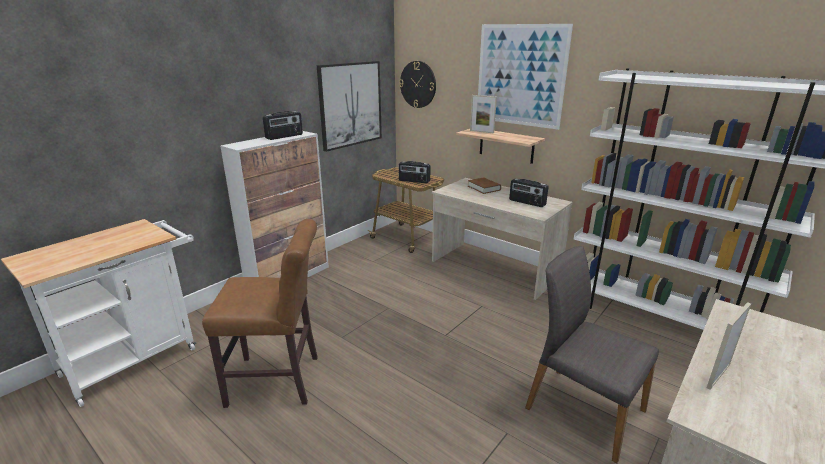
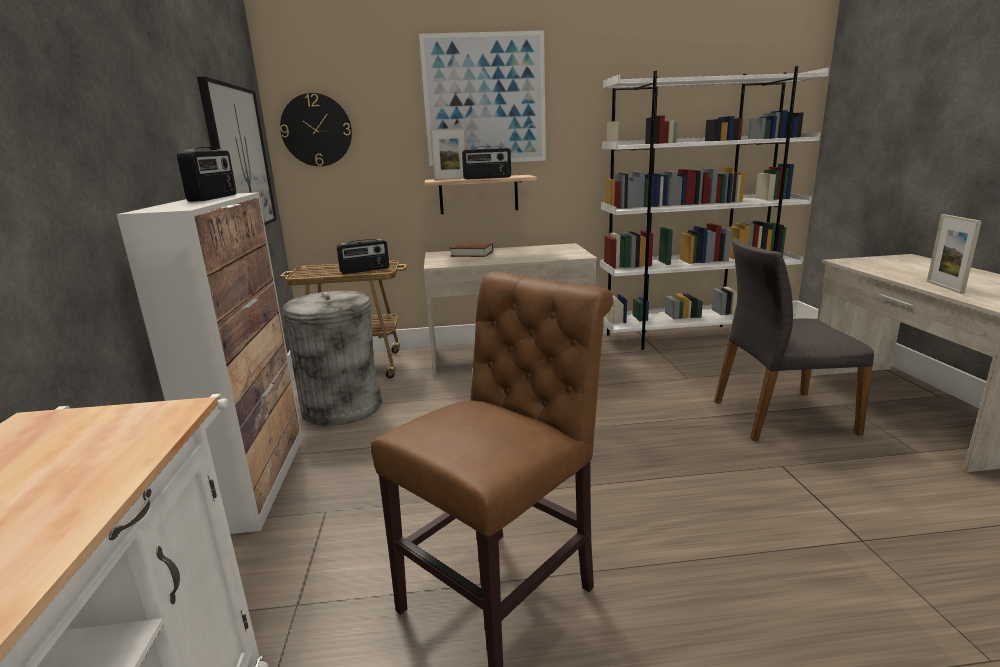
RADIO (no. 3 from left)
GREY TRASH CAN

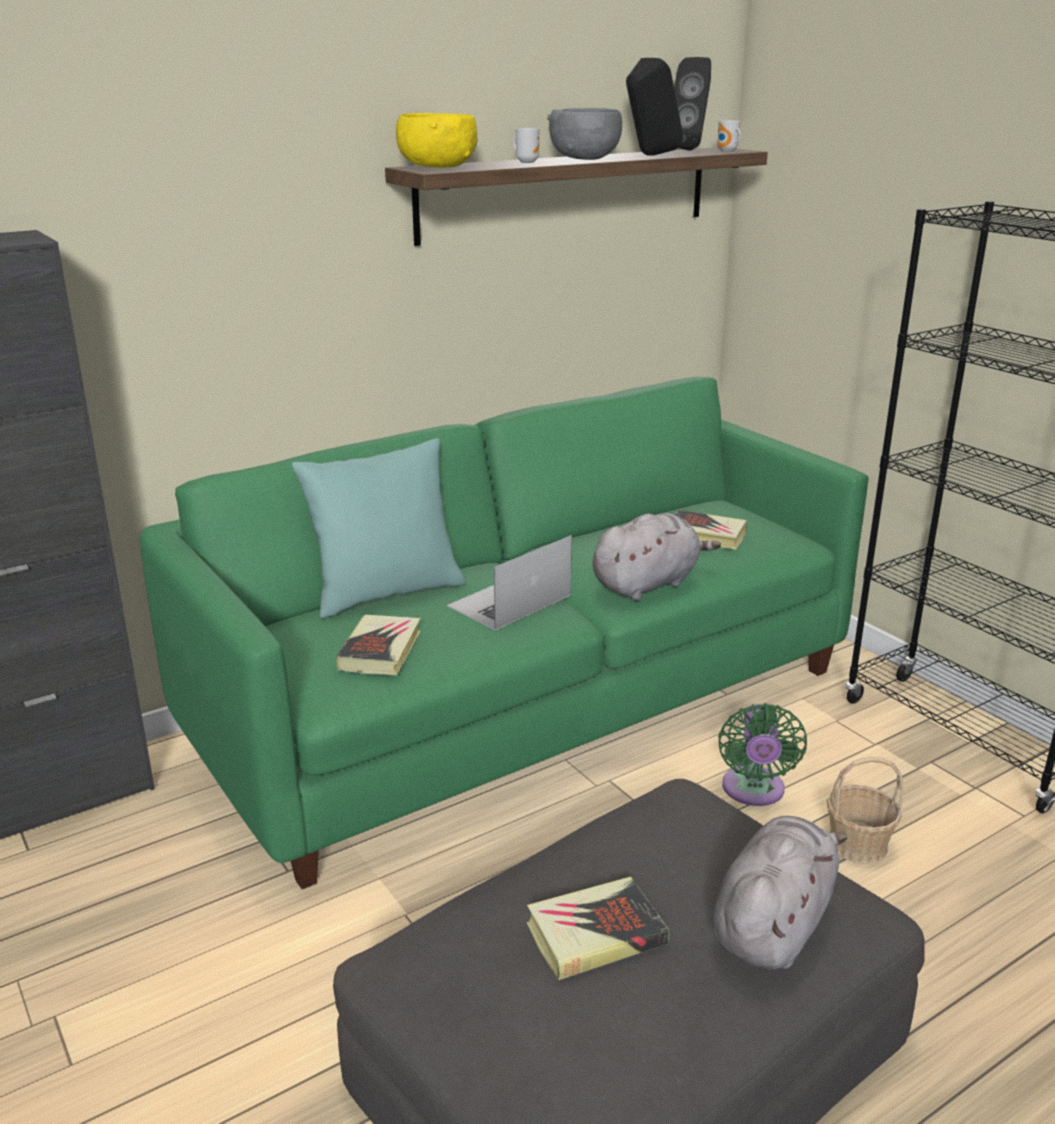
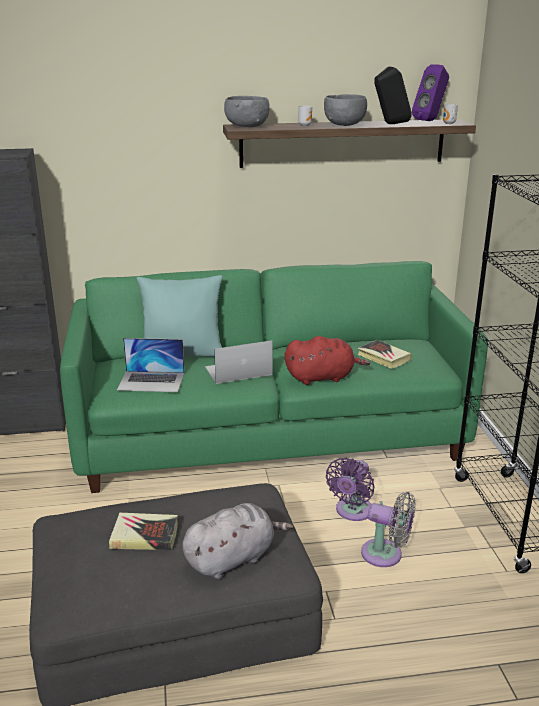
LAPTOP (no. 1 from left)
GREY BOWL (no. 1 from left)
RED PLUSH TOY
PURPLE SPEAKER
PURPLE FAN
GREY FAN

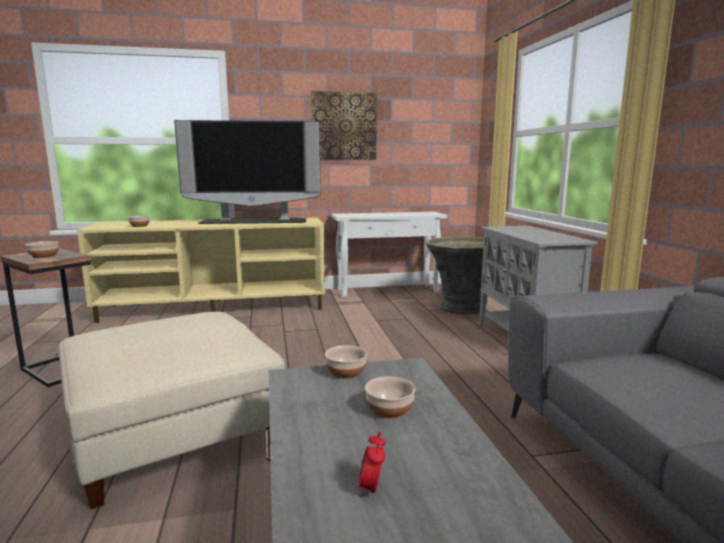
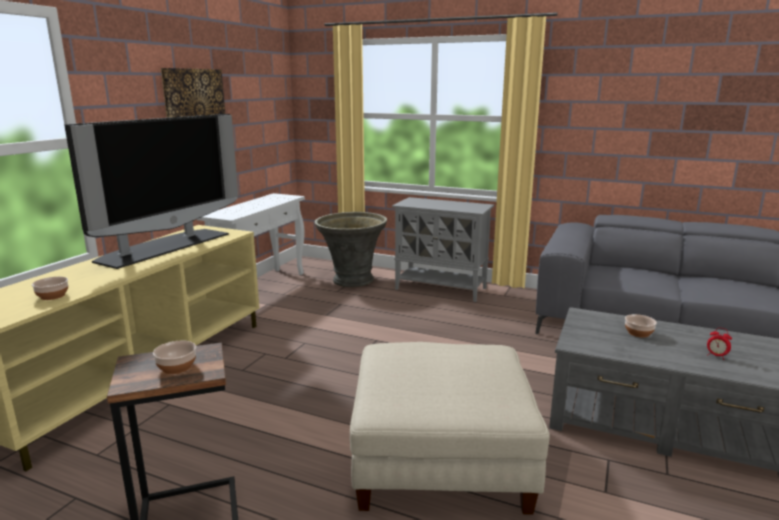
BOWL (no. 3 from left in the first image)

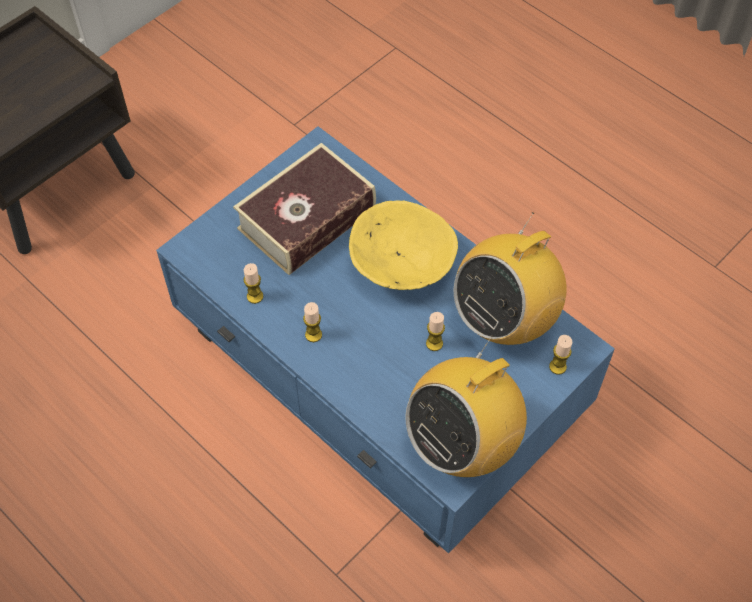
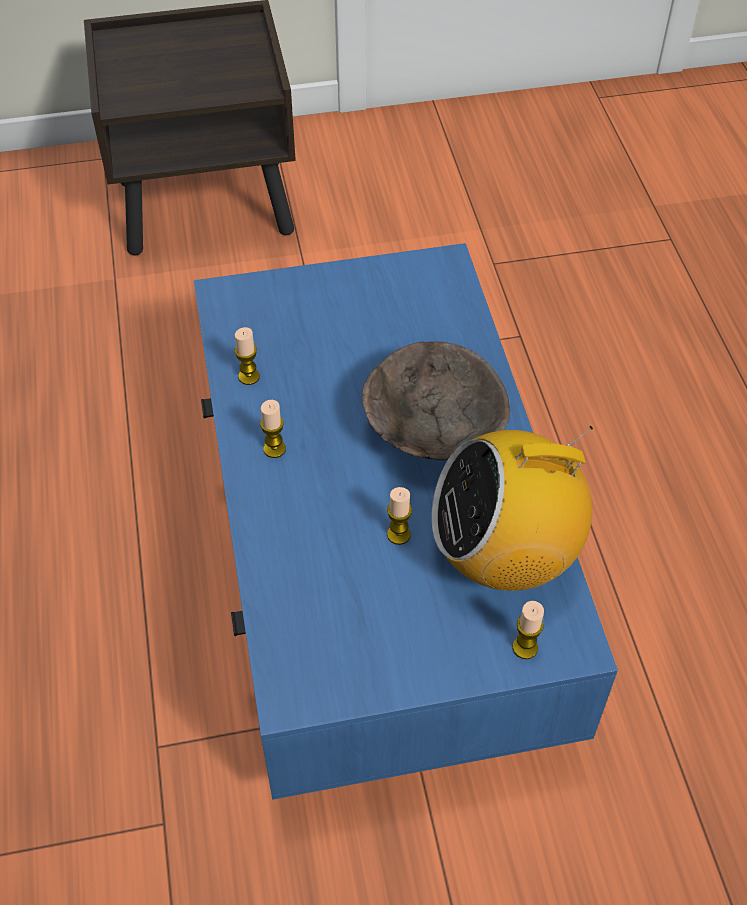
BOOK
BROWN BOWL
RADIO (no. 1 from left in the first image)

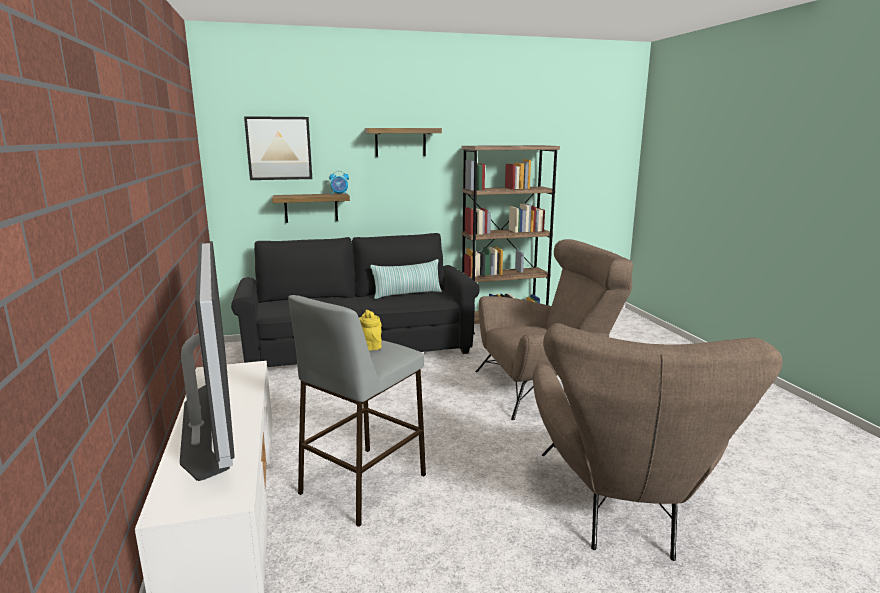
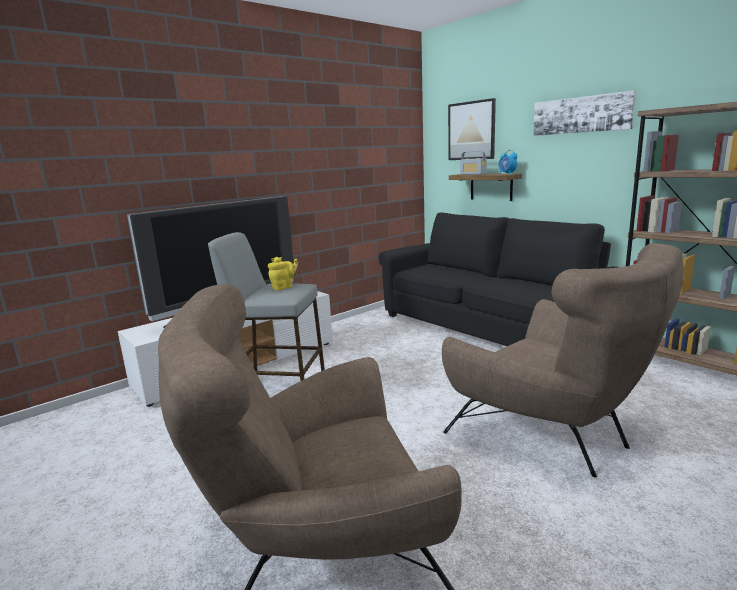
PICTURE (no. 2 from left)
PILLOW
RADIO

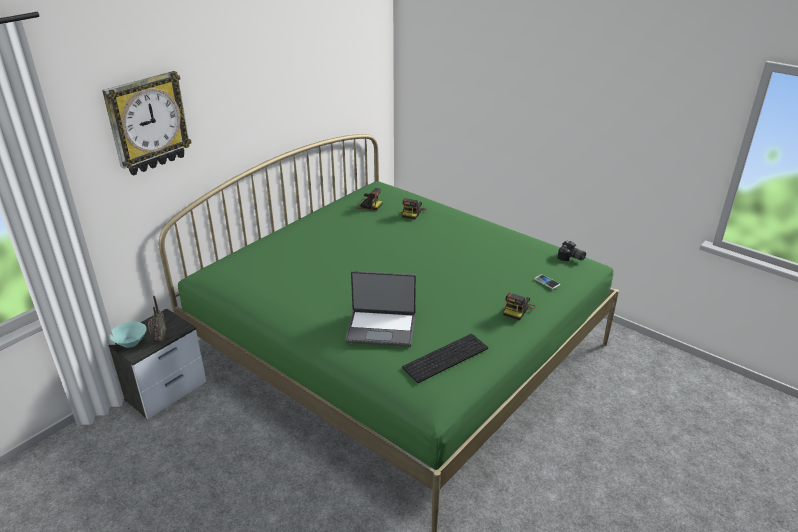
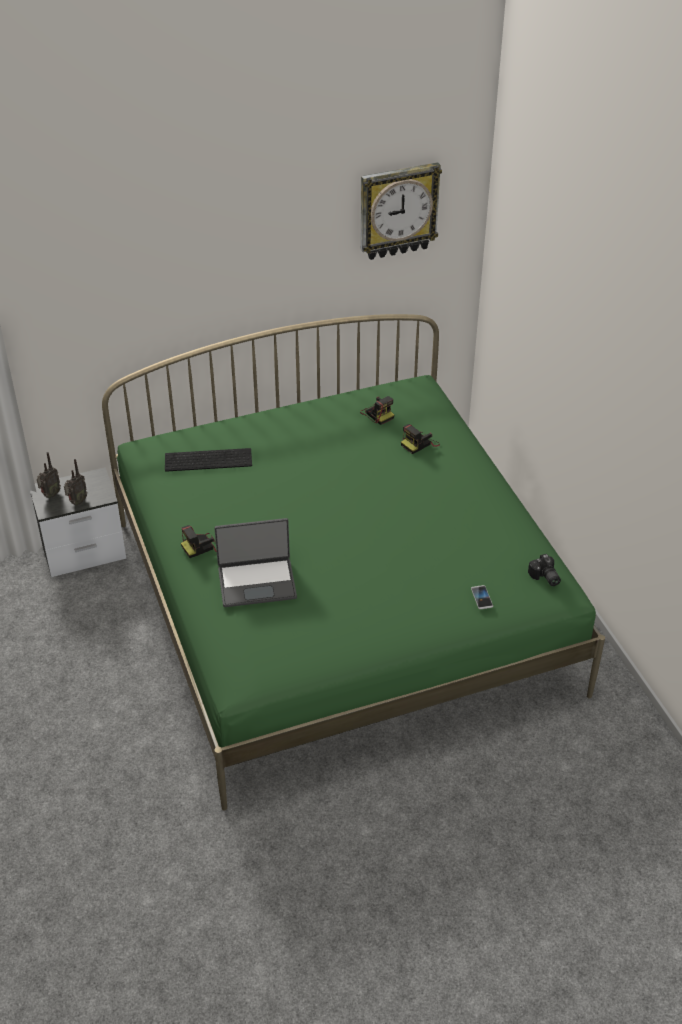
WALL CLOCK
RADIO (no. 1 from left)
LAPTOP
KEYBOARD
PHOTO CAMERA (no. 1 from left)

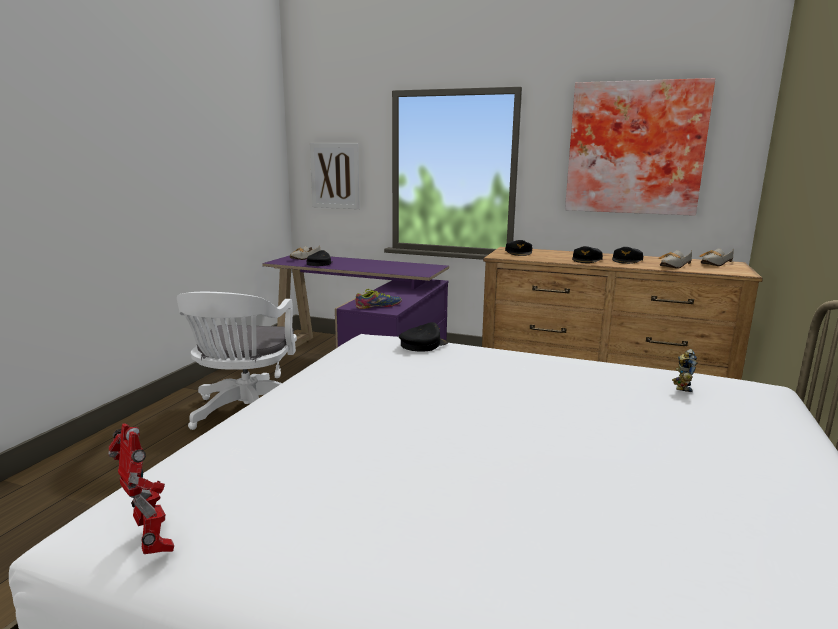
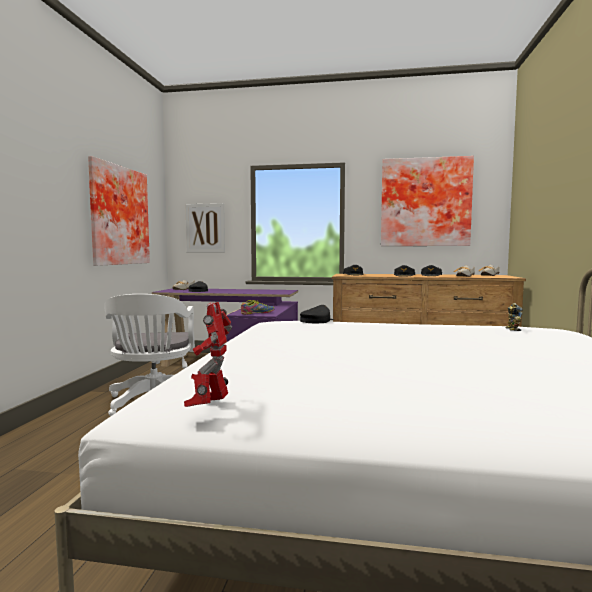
TOY ROBOT (no. 1 from left)
PICTURE (no. 1 from left)

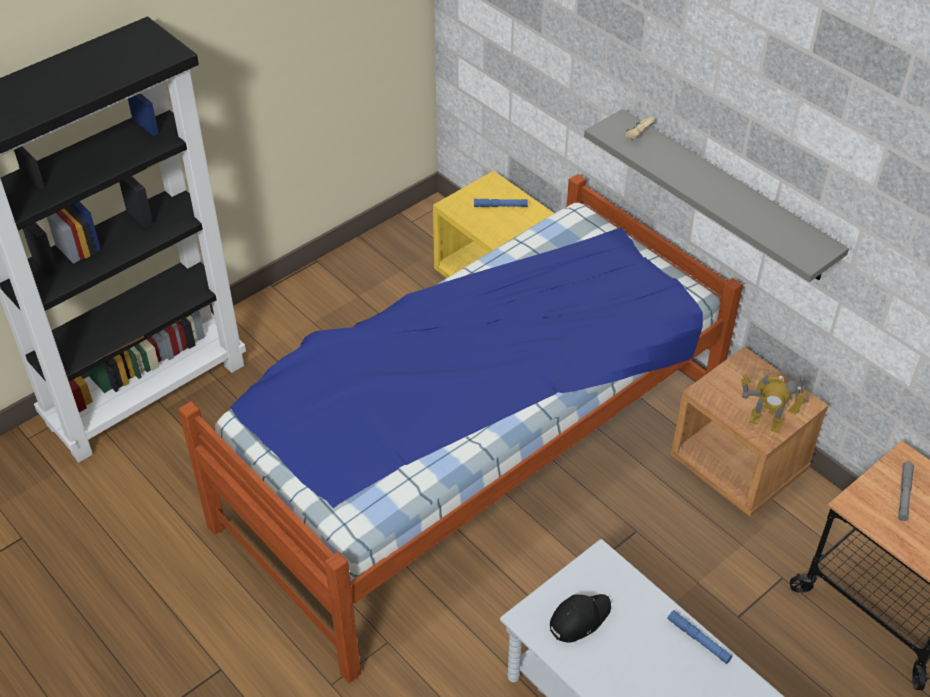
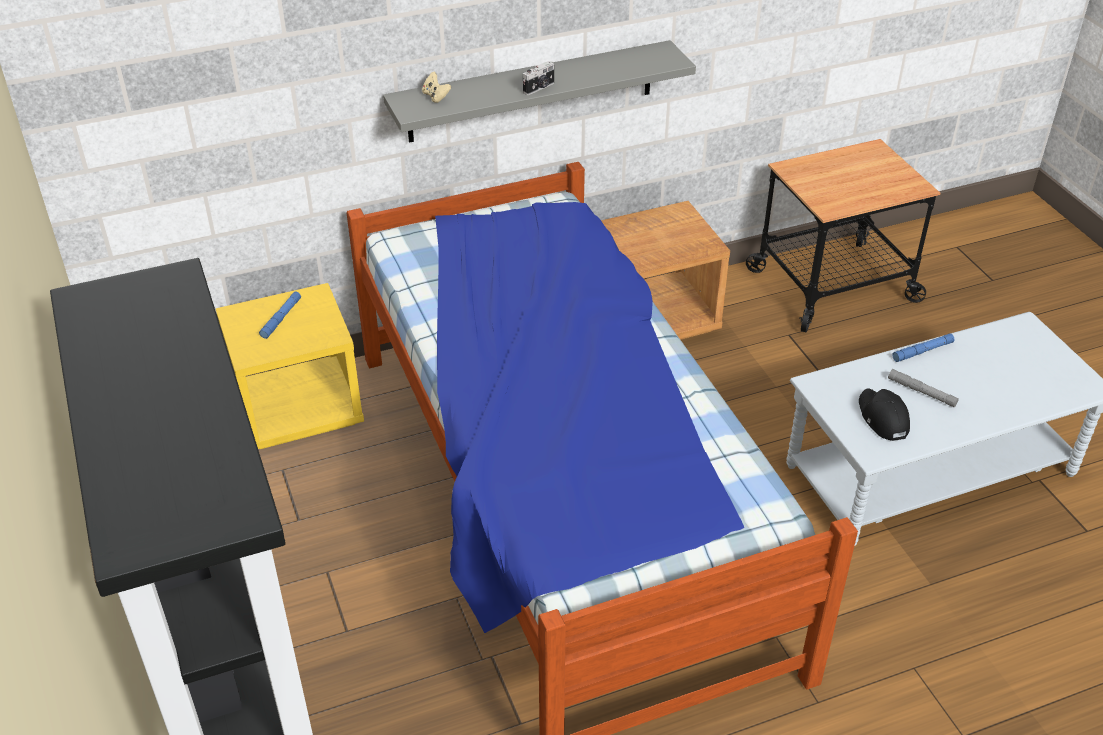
TOY ROBOT
GREY FLASHLIGHT
PHOTO CAMERA

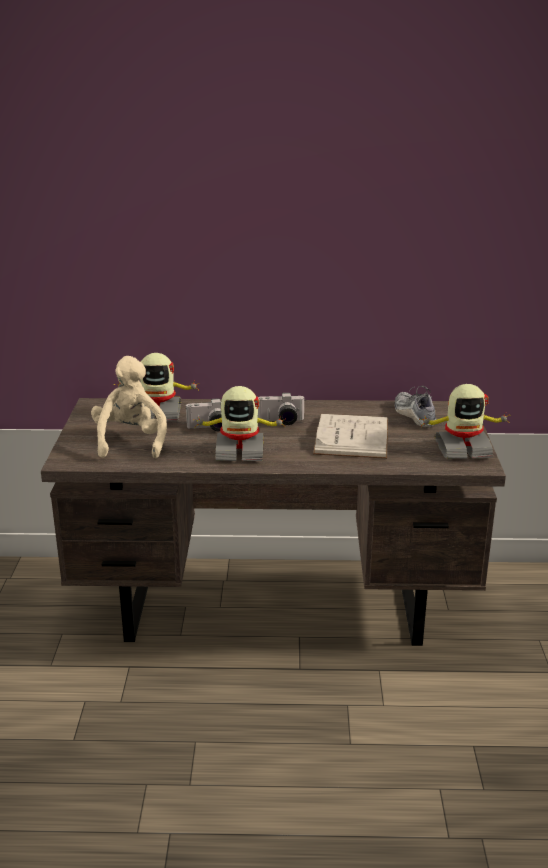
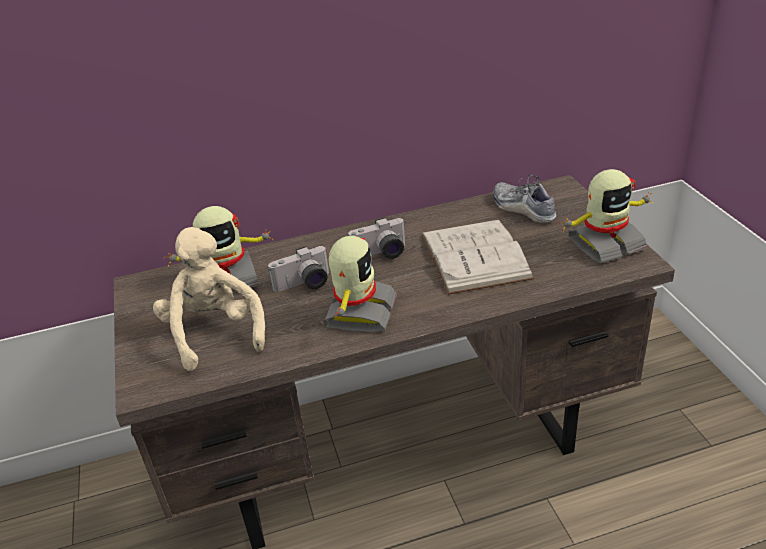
TOY ROBOT (no. 2 from left)

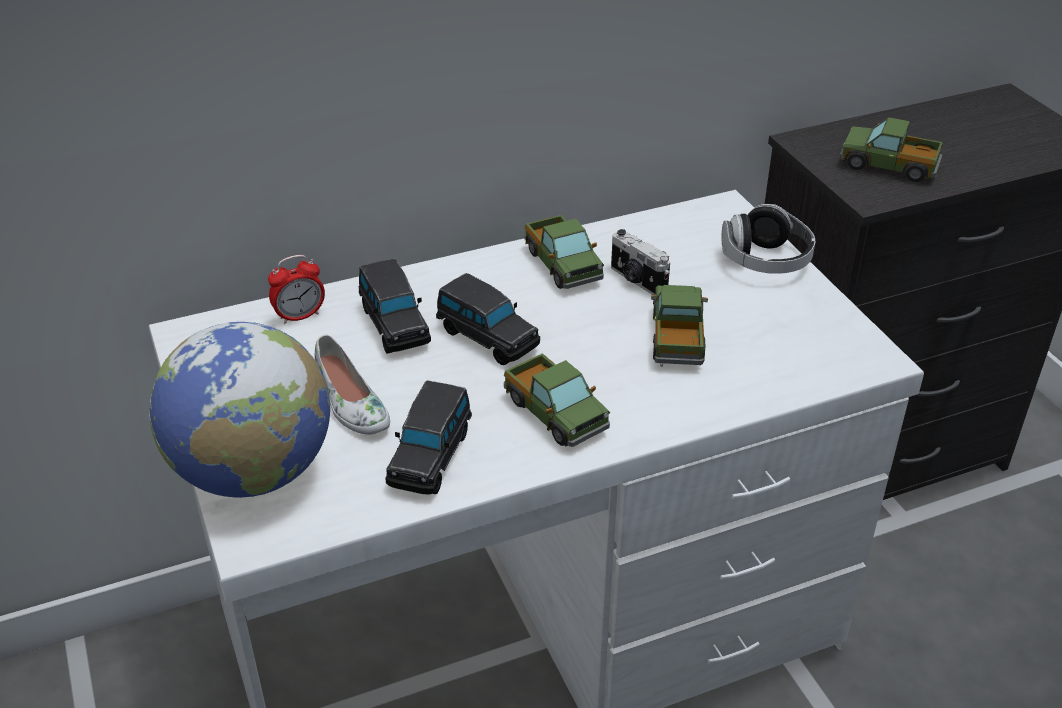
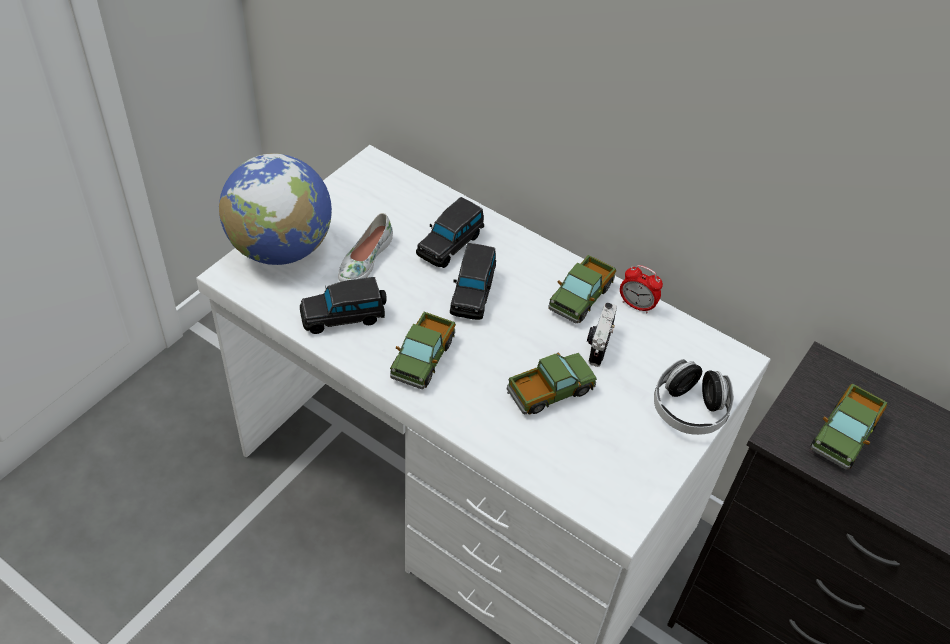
ALARM CLOCK
TOY TRUCK (no. 4 from left)

